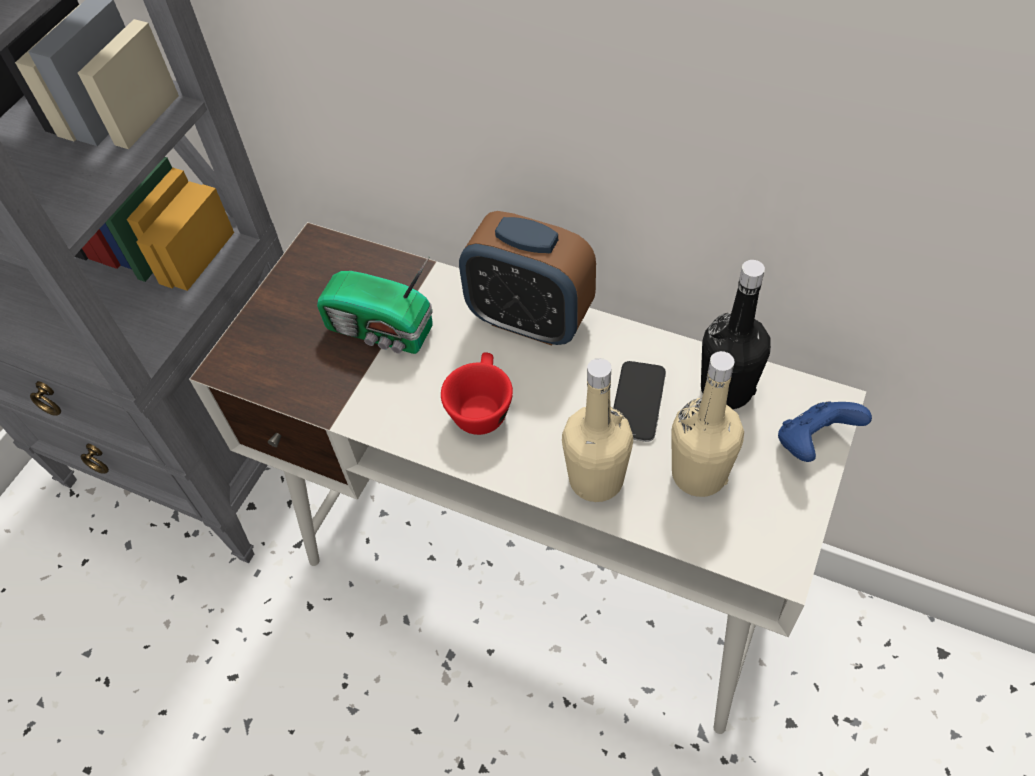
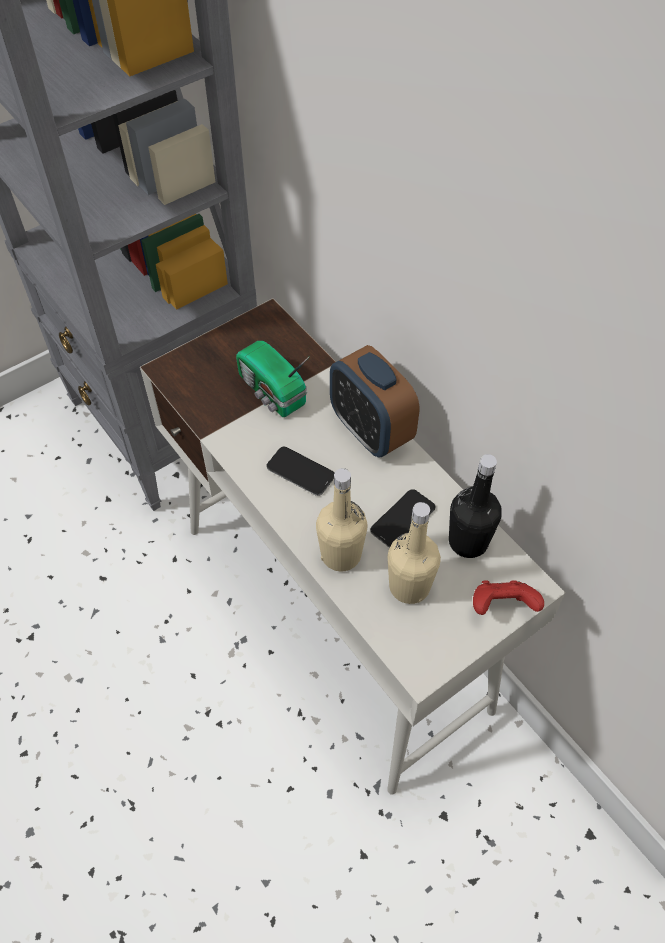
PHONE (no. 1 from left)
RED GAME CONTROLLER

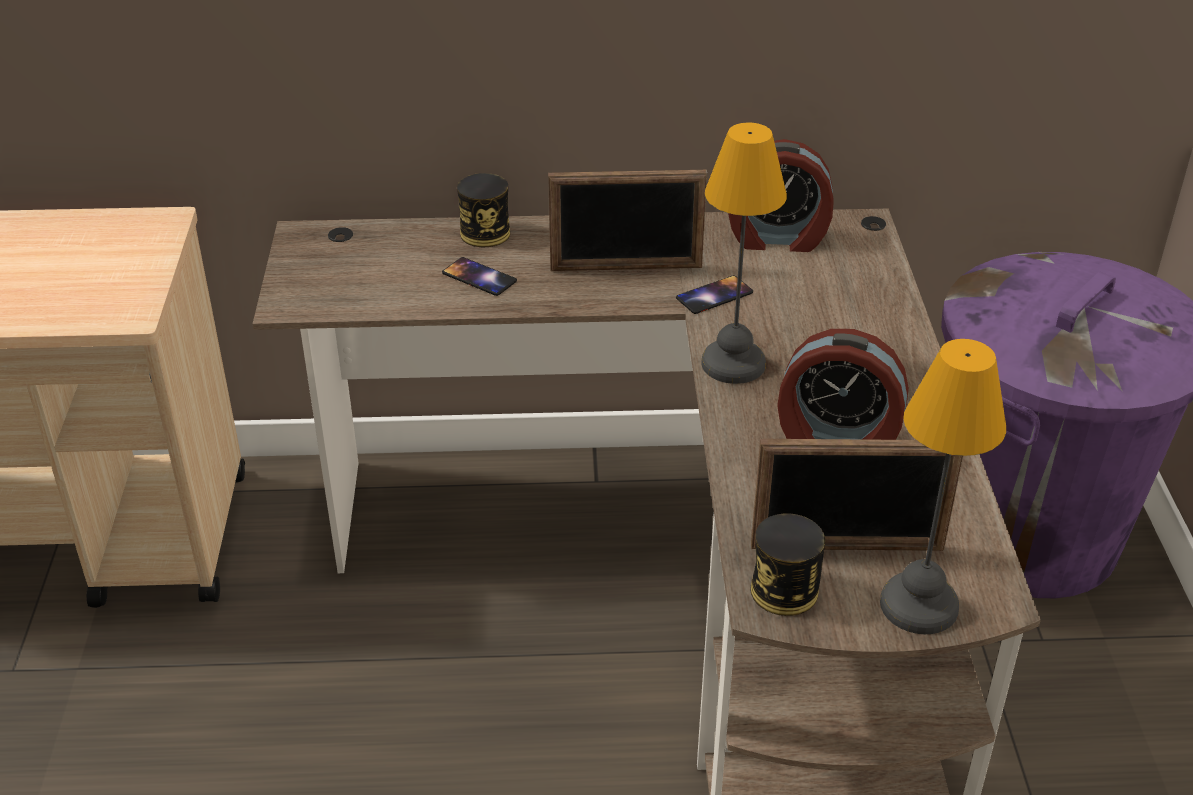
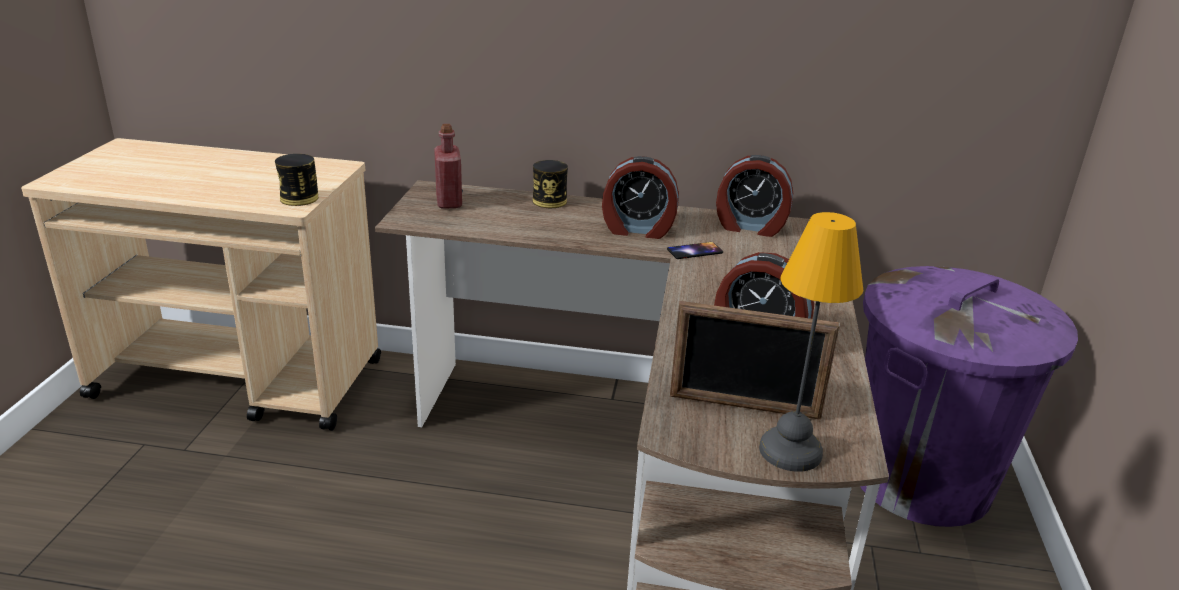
PHONE (no. 1 from left in the first image)
ALARM CLOCK (no. 1 from left)
TABLE LAMP (no. 1 from left in the first image)
CAN (no. 1 from left)
RED BOTTLE

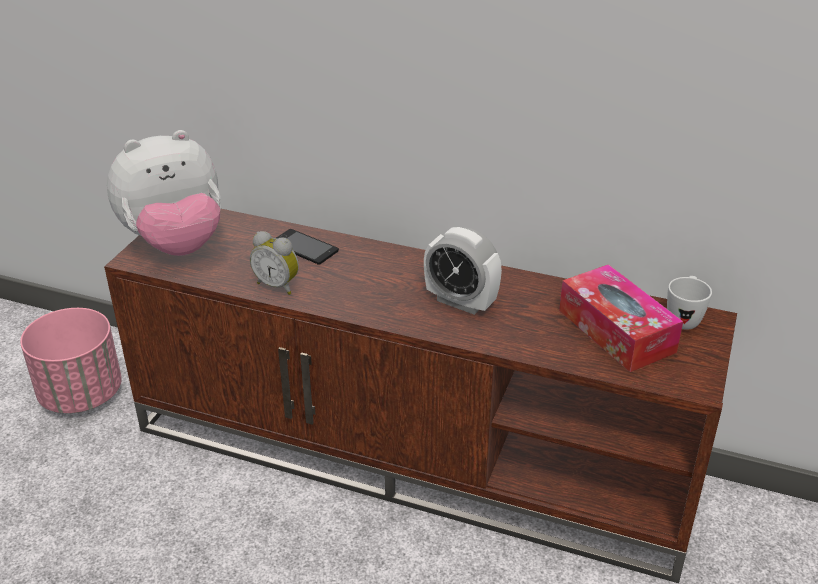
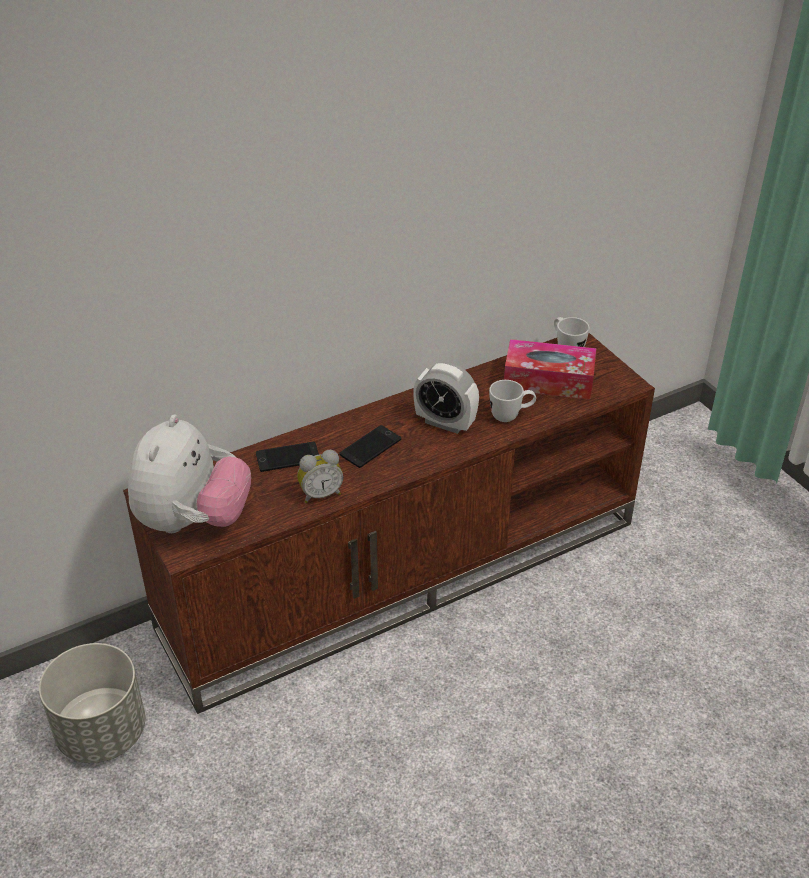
GREY PLANTER
ALARM CLOCK (no. 2 from left)
PHONE (no. 2 from left)
WHITE MUG (no. 1 from left)

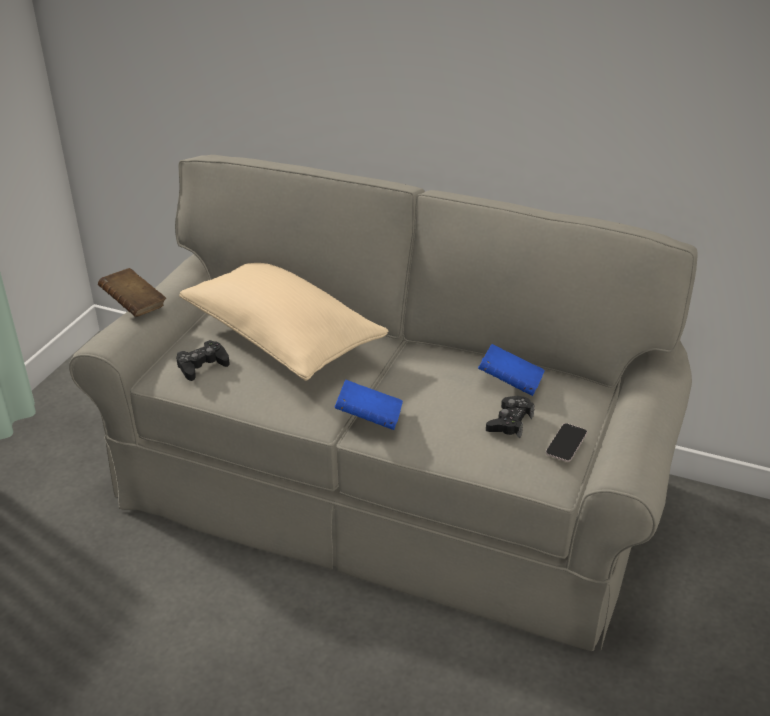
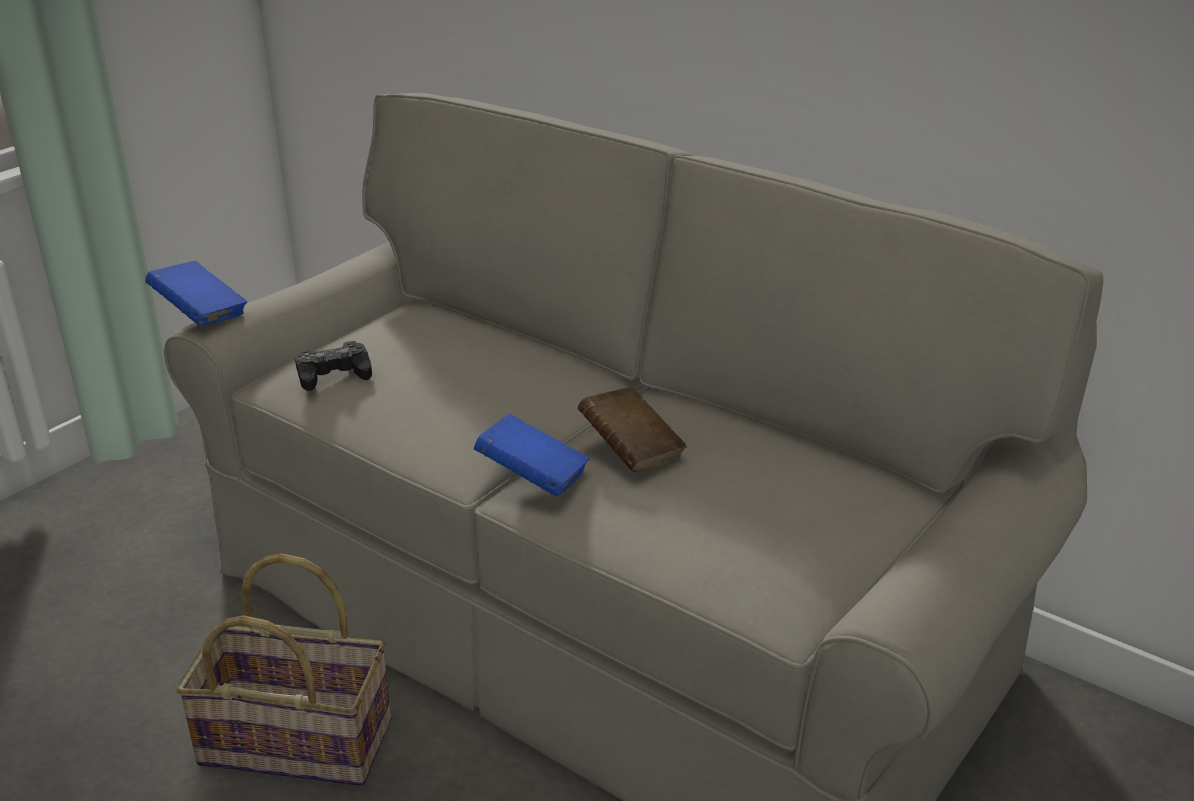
BROWN BOOK
BEIGE PILLOW
BLUE BOOK (no. 1 from left)
BLACK GAME CONTROLLER (no. 2 from left in the first image)
PHONE
BASKET

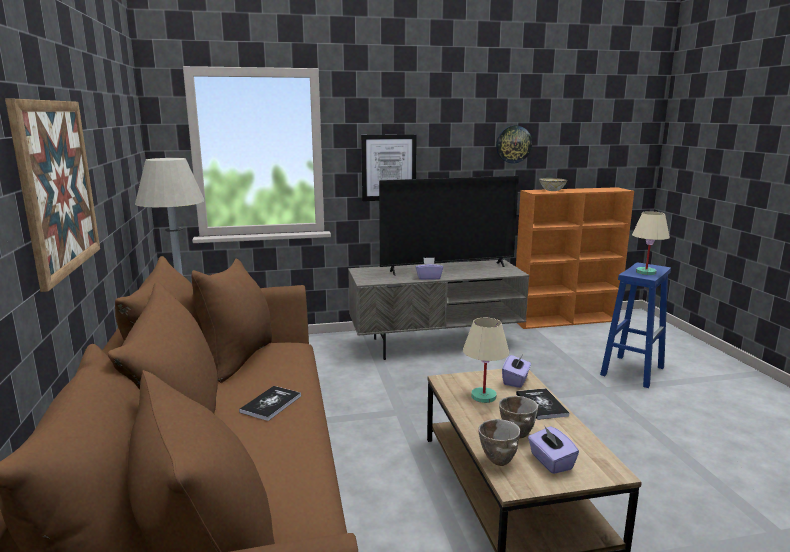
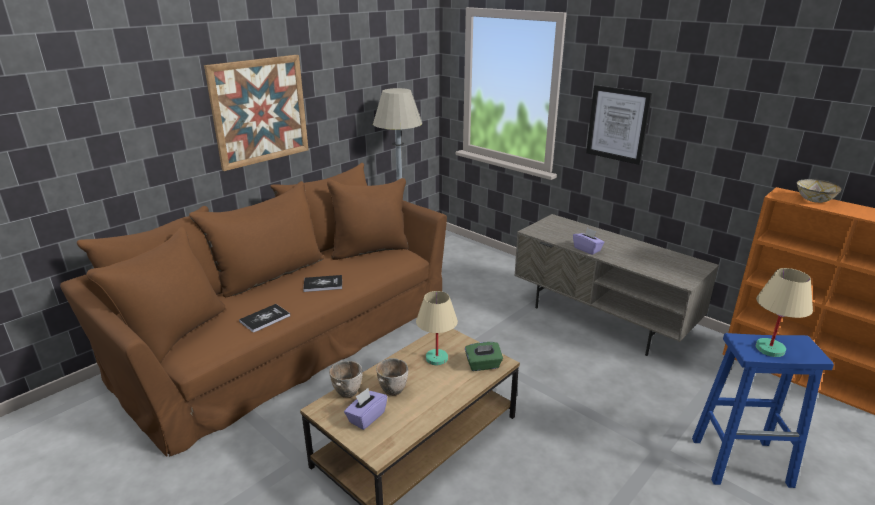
TELEVISION
WALL CLOCK
GREEN TISSUE BOX
BOOK (no. 1 from left)

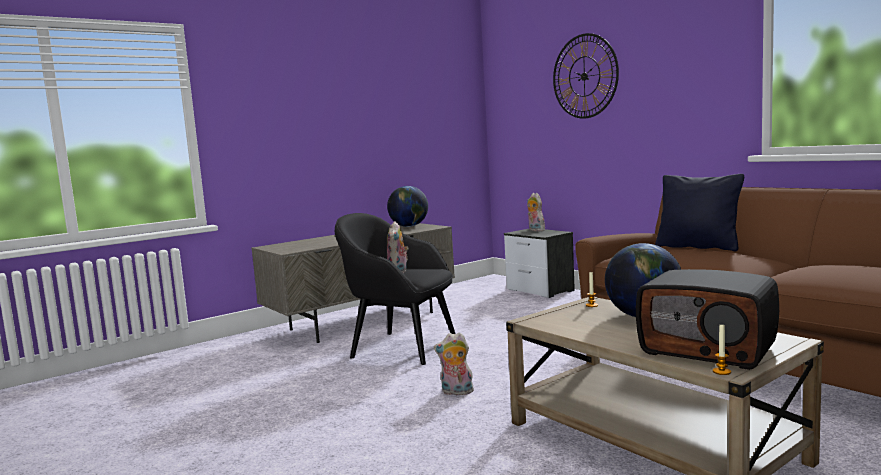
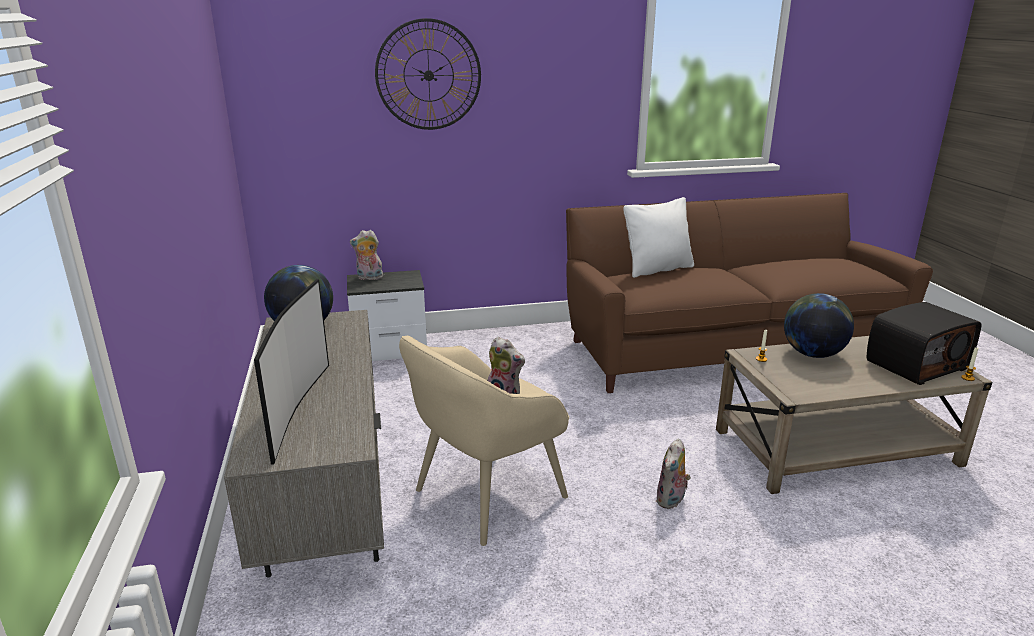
BEIGE ARMCHAIR
WHITE PILLOW
TELEVISION

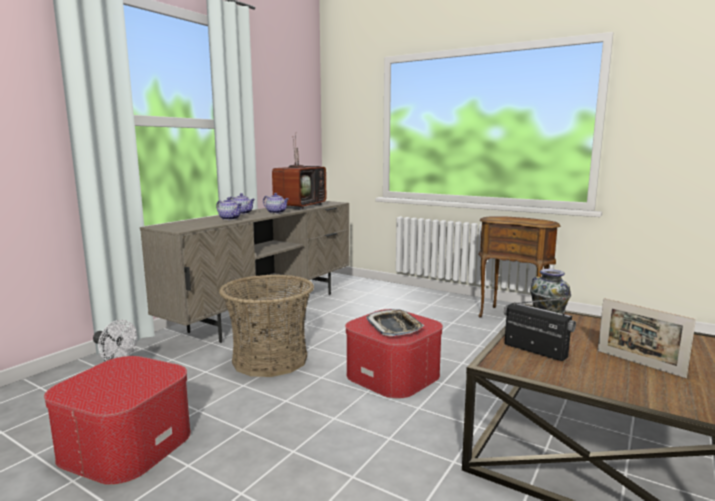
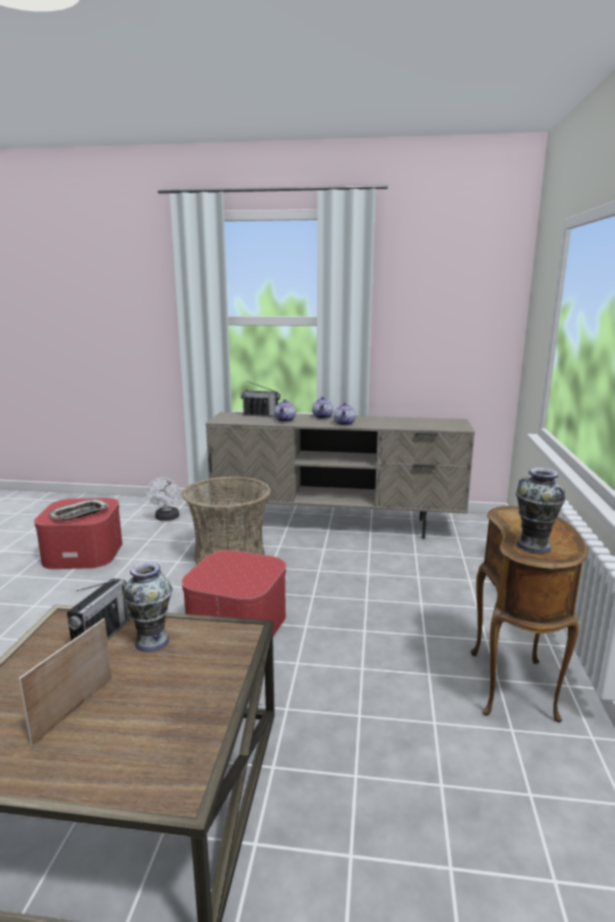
TELEVISION
TRAY
RADIO (no. 2 from left)
VASE (no. 2 from left)

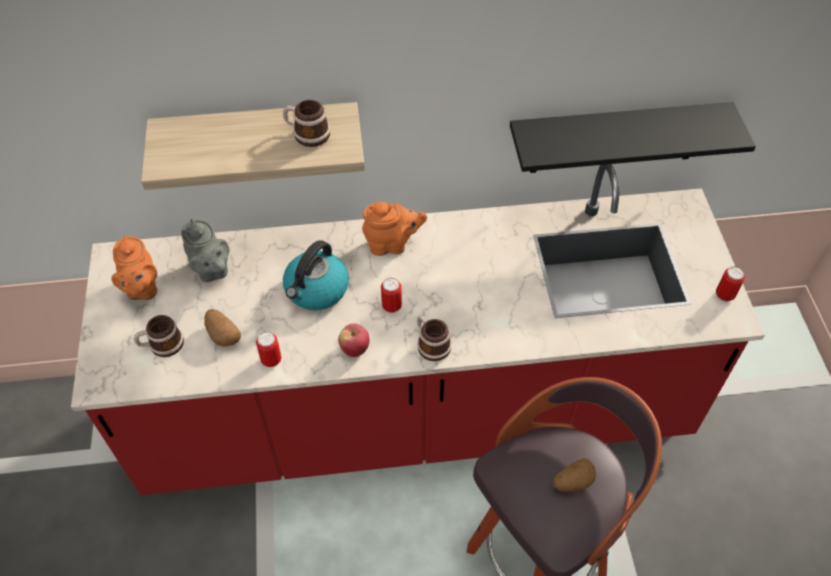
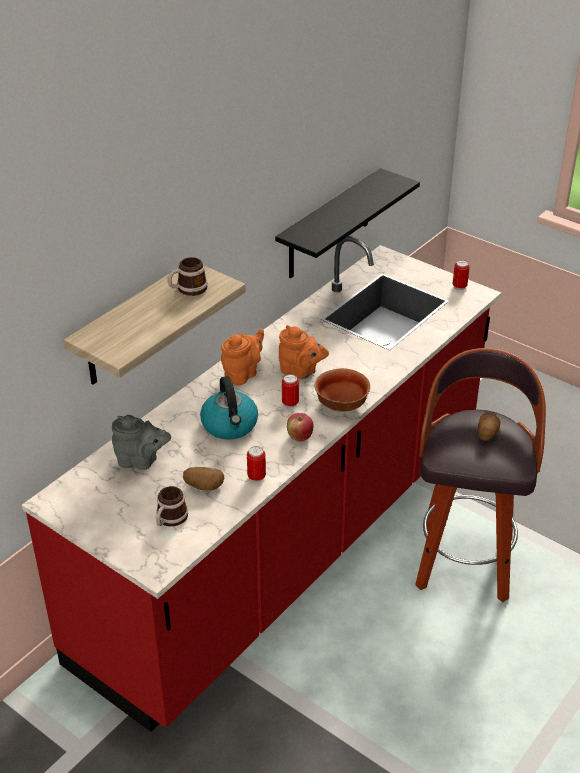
ORANGE TEAPOT (no. 2 from left)
BOWL

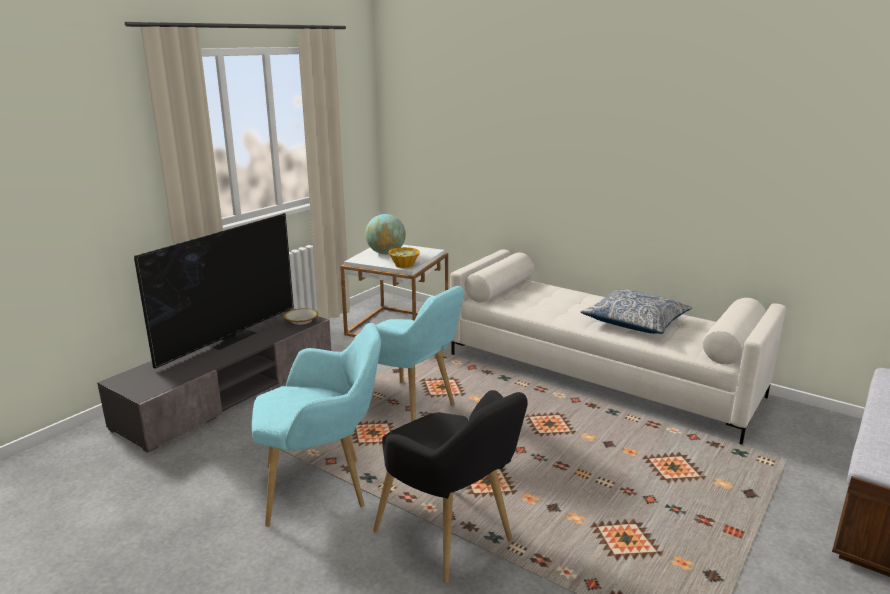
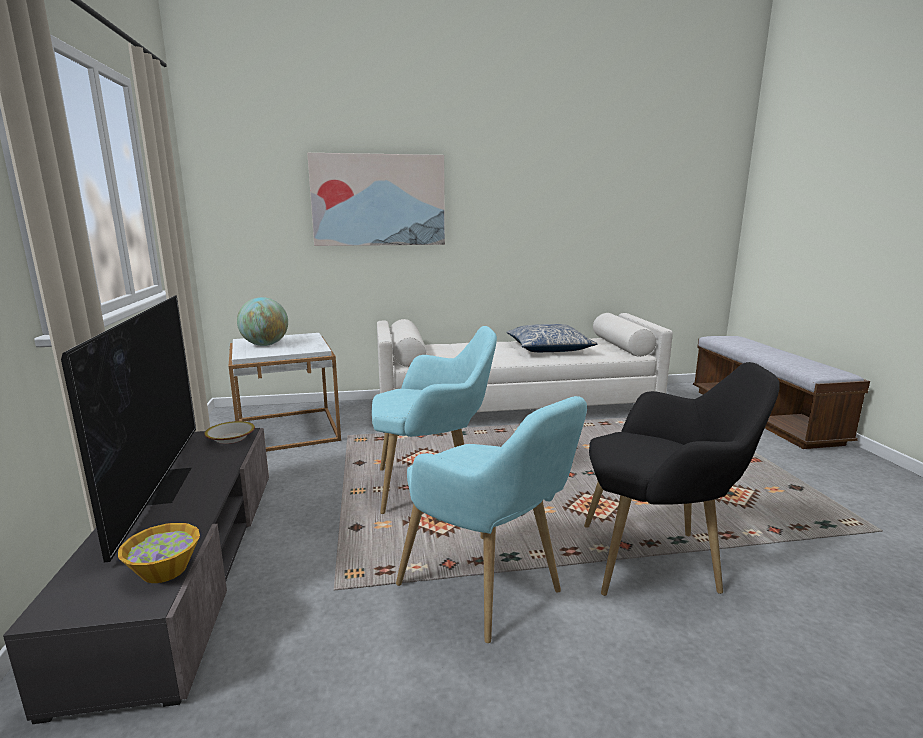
TURQUOISE ARMCHAIR (no. 2 from left)
BOWL (no. 1 from left)
PICTURE

